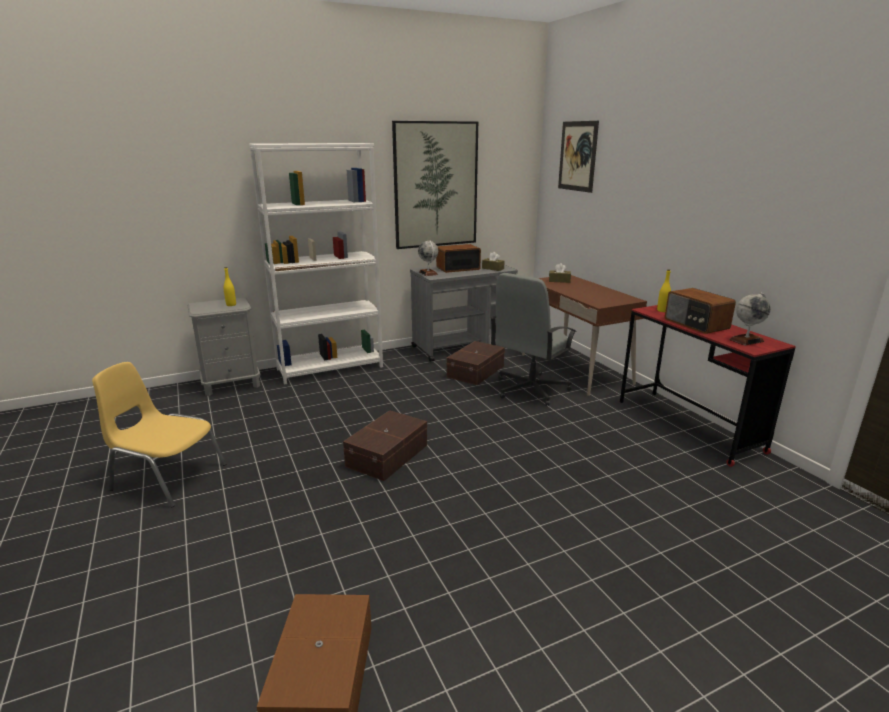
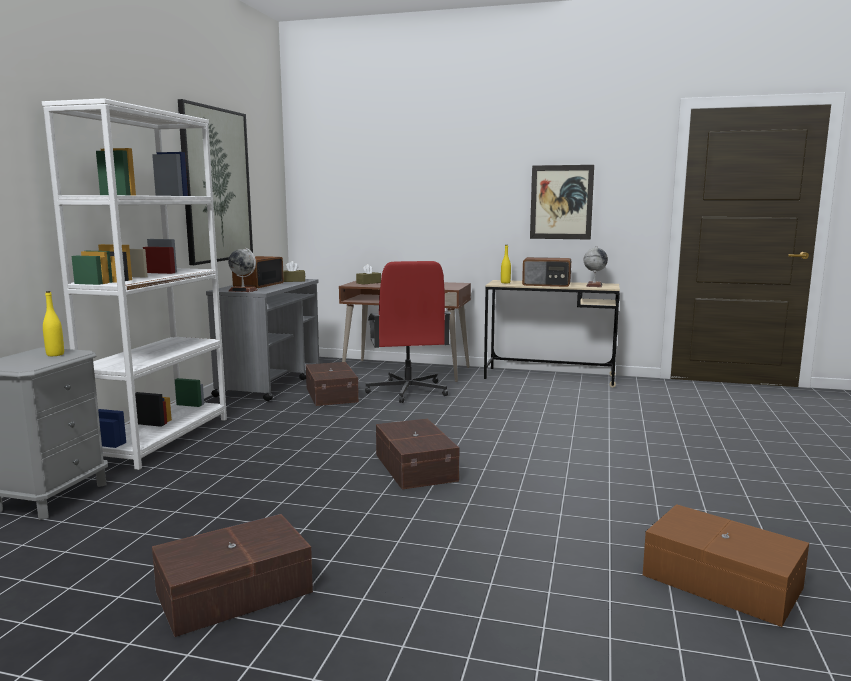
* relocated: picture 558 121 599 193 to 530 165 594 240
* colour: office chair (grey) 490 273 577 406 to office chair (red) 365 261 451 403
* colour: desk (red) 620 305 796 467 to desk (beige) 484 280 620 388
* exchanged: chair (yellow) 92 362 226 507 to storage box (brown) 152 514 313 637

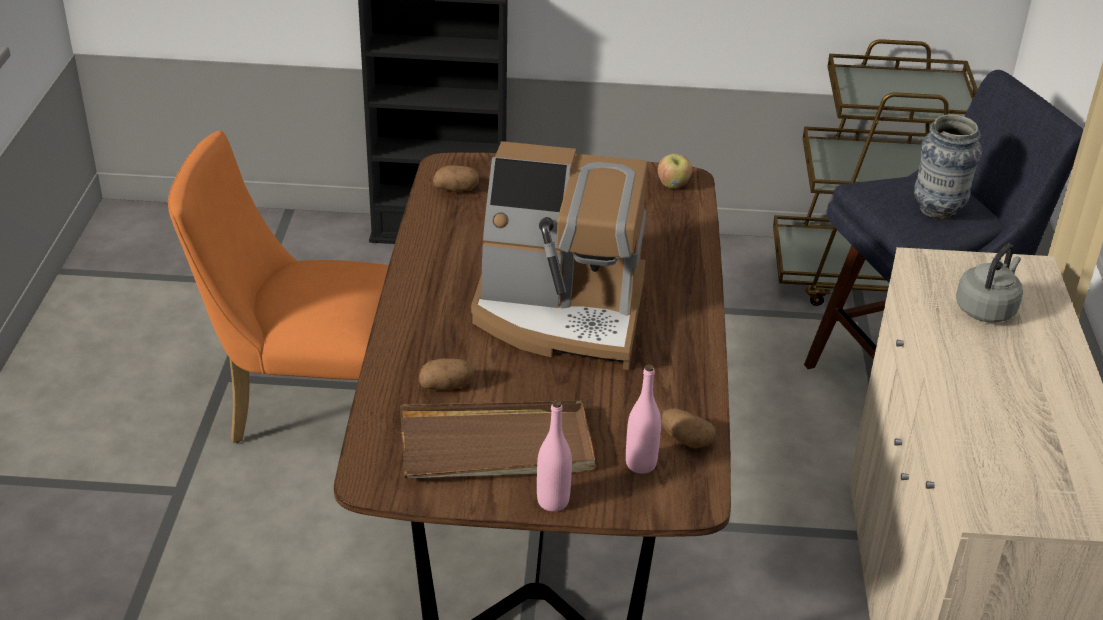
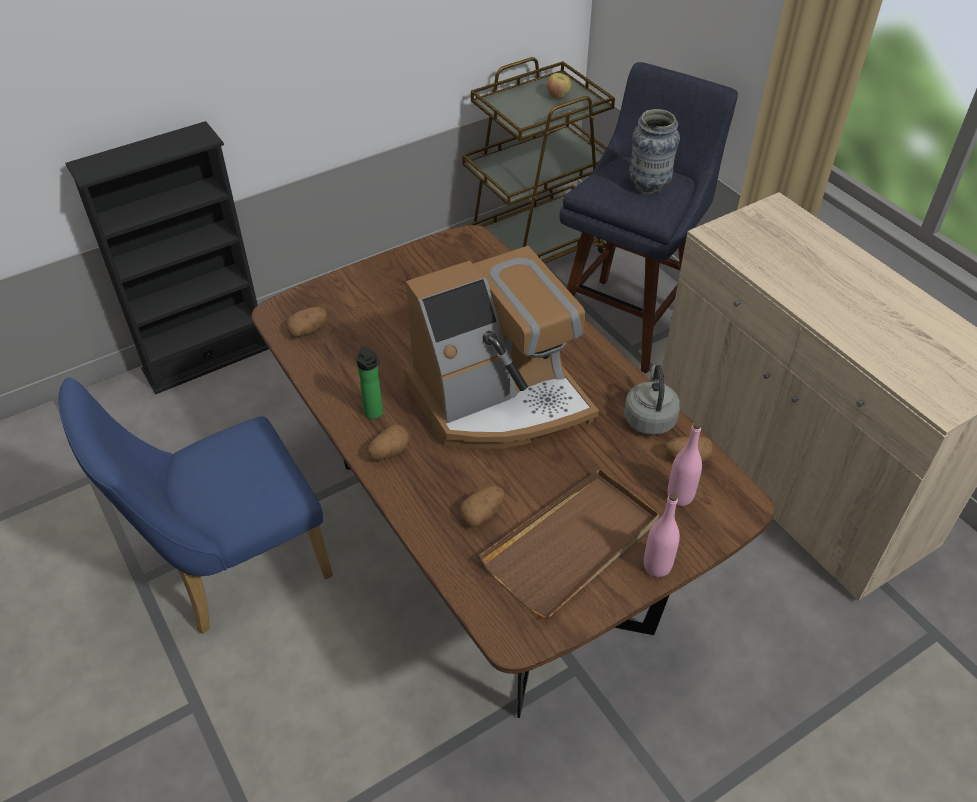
* colour: chair (orange) 168 130 389 443 to chair (blue) 58 378 333 634
* relocated: apple 658 154 692 189 to 547 73 572 99
* relocated: kettle (grey) 956 244 1023 322 to 624 365 680 435
* appeared: bottle 356 346 383 419
* appeared: potato 368 424 409 460

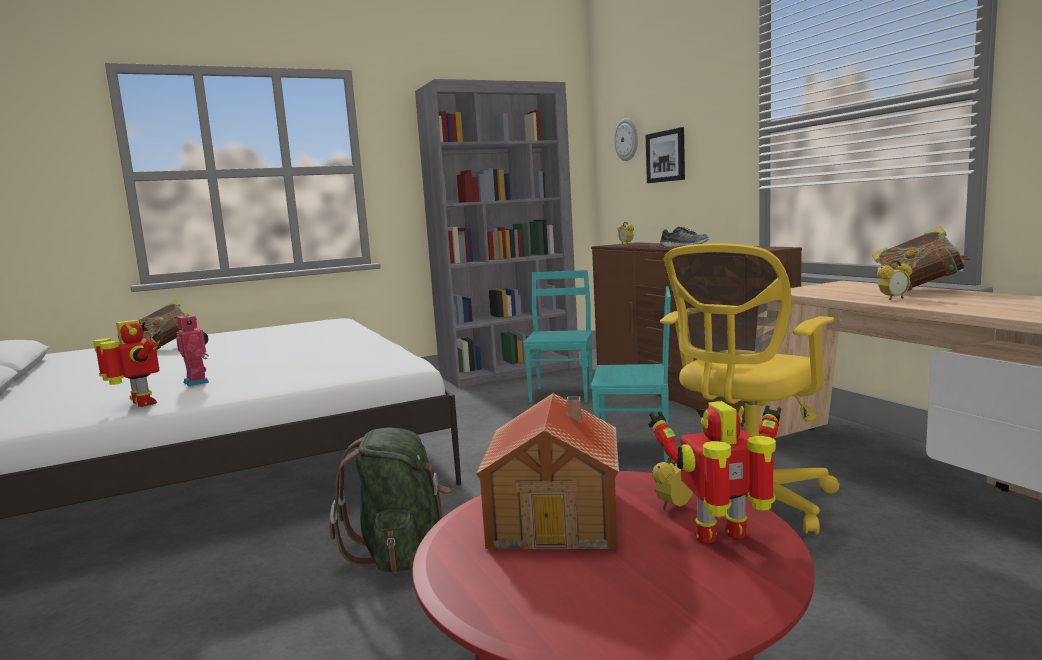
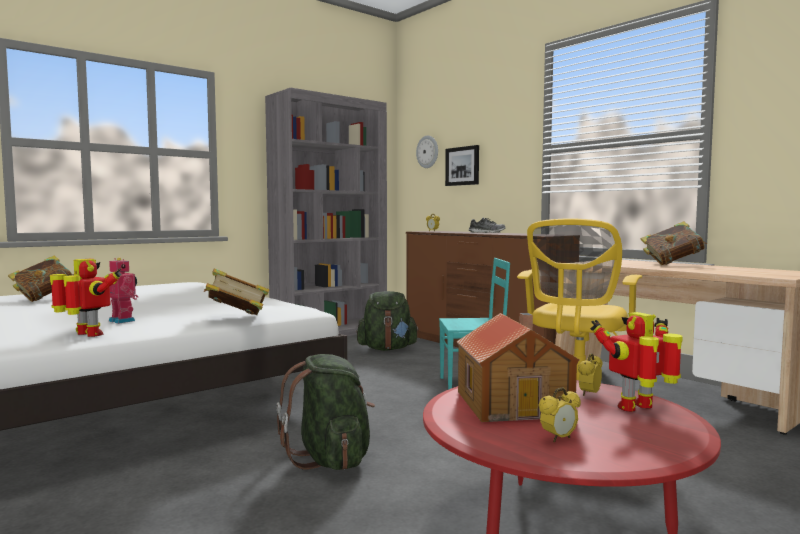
* relocated: alarm clock 877 260 913 300 to 539 387 581 442
* exchanged: chair (turquoise) 523 270 593 402 to backpack (green) 356 291 419 351
* appeared: book 204 268 270 315

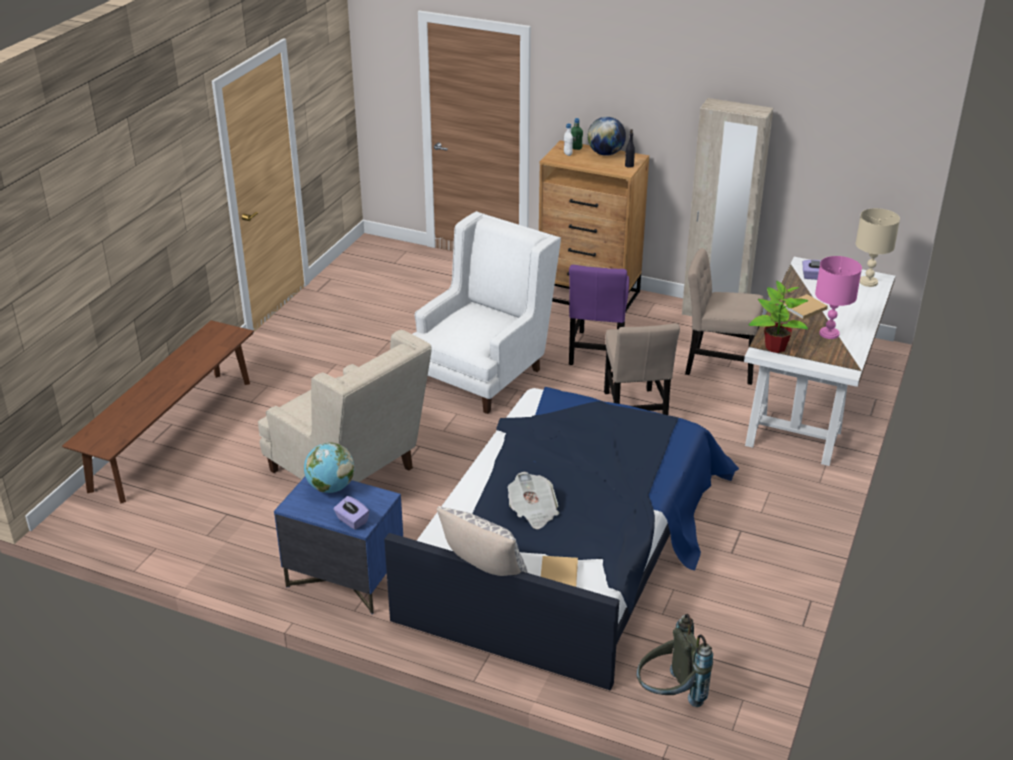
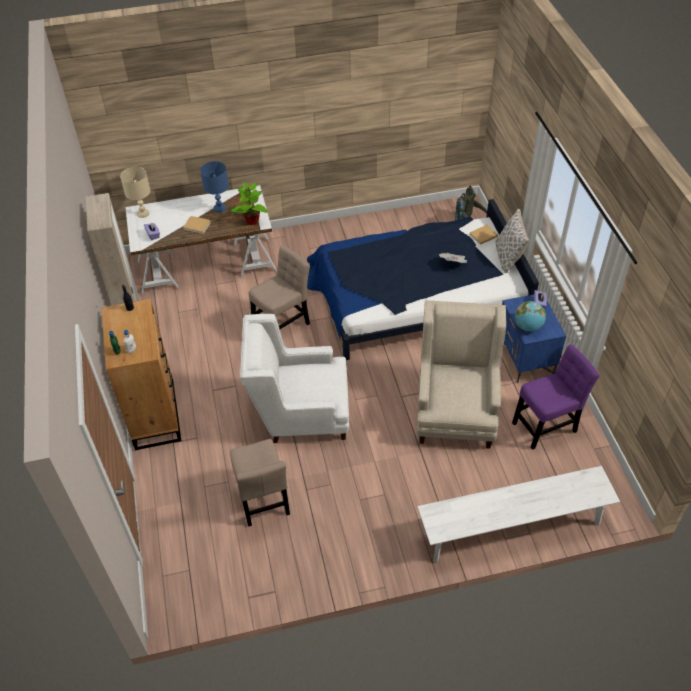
* missing: globe 587 117 626 156
* relocated: chair (beige) 685 248 764 385 to 230 439 290 526
* colour: table lamp (pink) 815 256 862 339 to table lamp (blue) 200 161 229 212
* relocated: chair (purple) 569 265 629 365 to 512 344 600 450
* colour: bench (brown) 62 320 254 503 to bench (white) 417 466 620 563

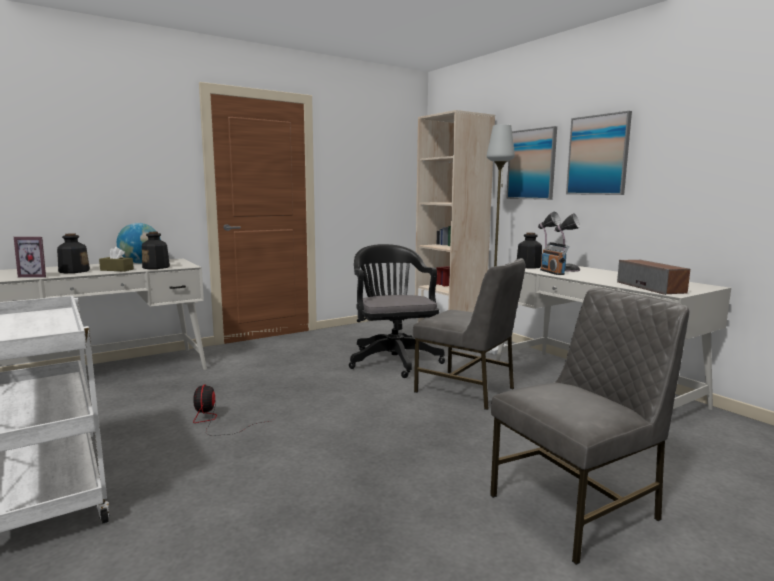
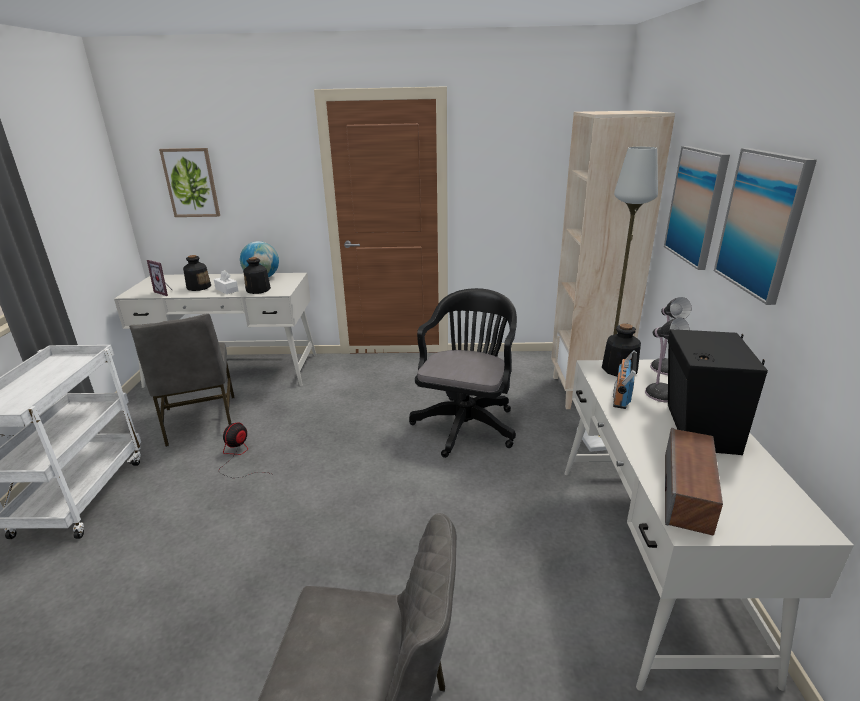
* colour: tissue box (brown) 99 247 134 272 to tissue box (white) 214 270 238 294
* relocated: chair (grey) 413 258 525 410 to 129 314 235 447
* appeared: picture 159 148 220 217
* appeared: speaker (black) 668 329 768 455

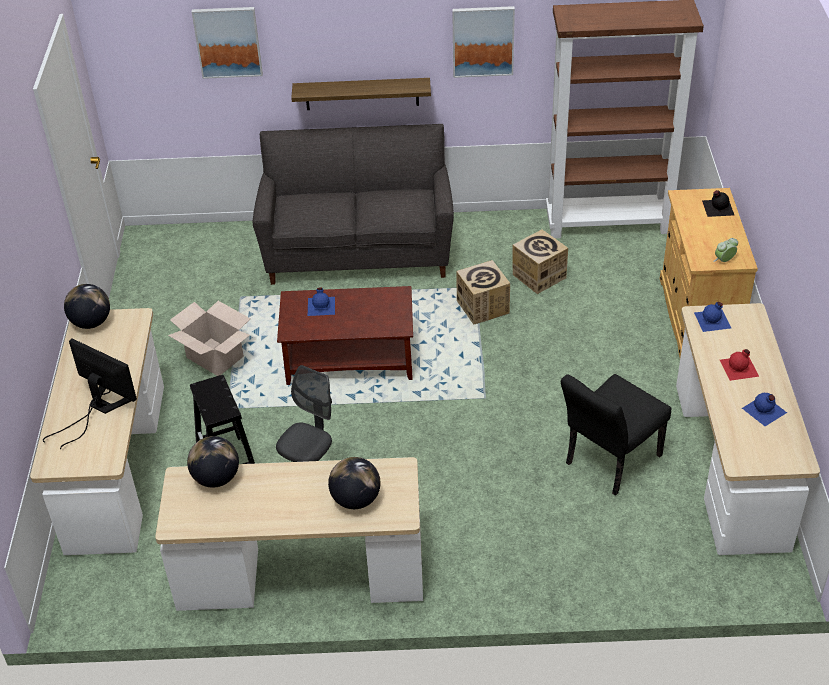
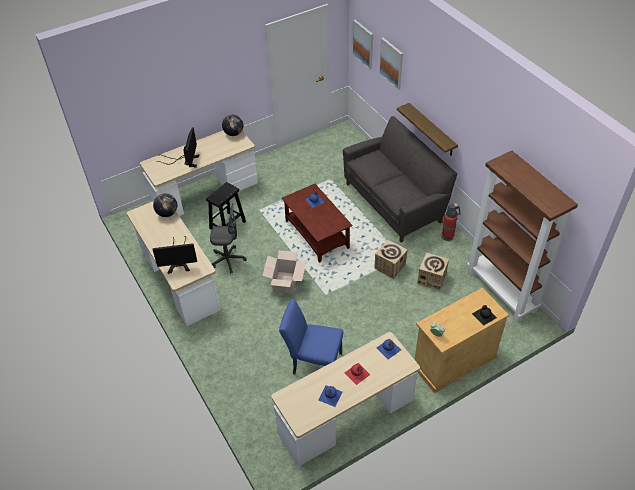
* relocated: picture 452 6 515 78 to 352 20 373 69
* relocated: cardboard box 168 301 251 376 to 262 250 306 294
* colour: chair (black) 561 374 671 496 to chair (blue) 279 299 343 374
* exchanged: globe 328 457 381 509 to monitor 153 236 197 274
* appeared: fire extinguisher 441 203 461 241

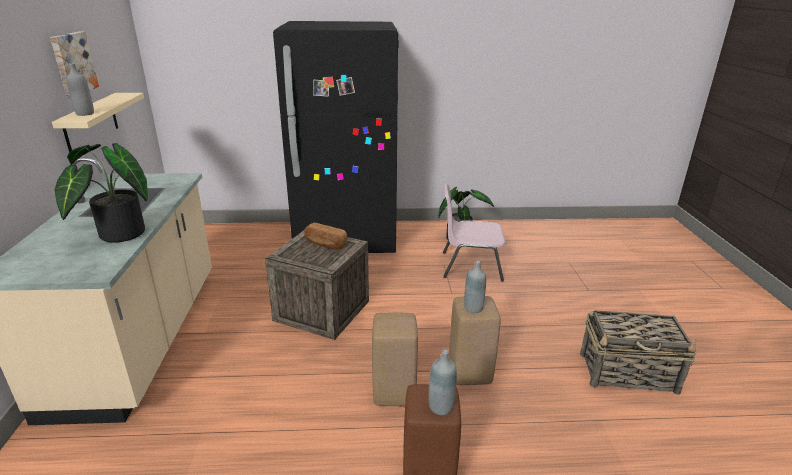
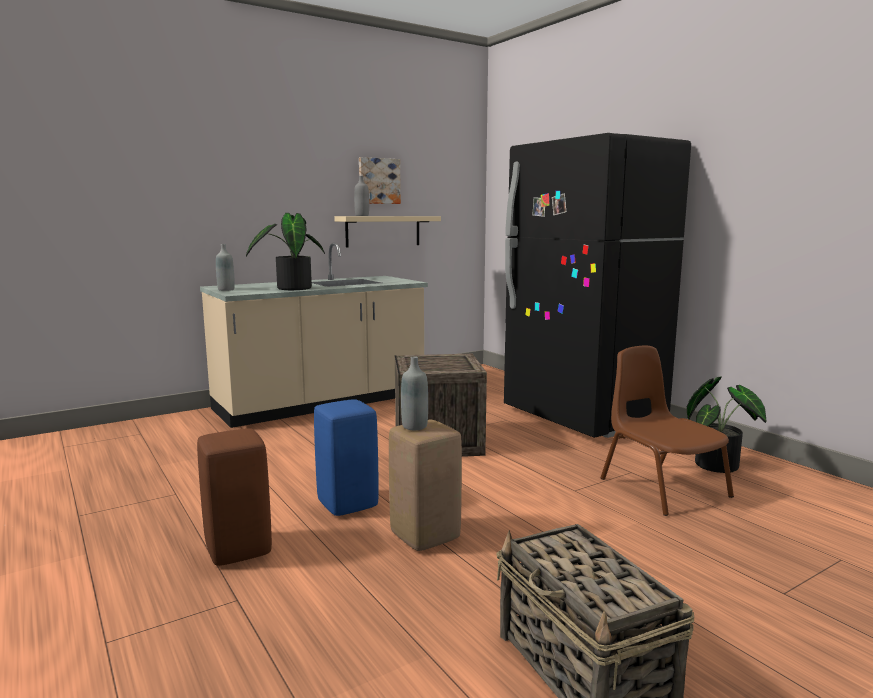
* colour: chair (pink) 443 184 506 282 to chair (brown) 601 346 734 516
* missing: bread 305 223 347 250
* colour: stool (beige) 372 313 418 406 to stool (blue) 314 399 379 516
* relocated: bottle (grey) 429 350 457 415 to 216 244 235 291

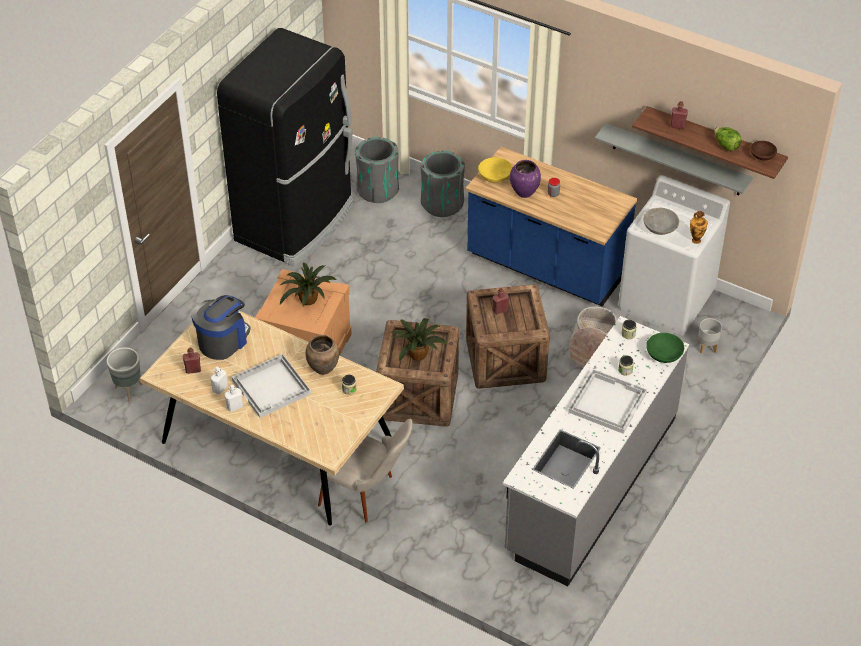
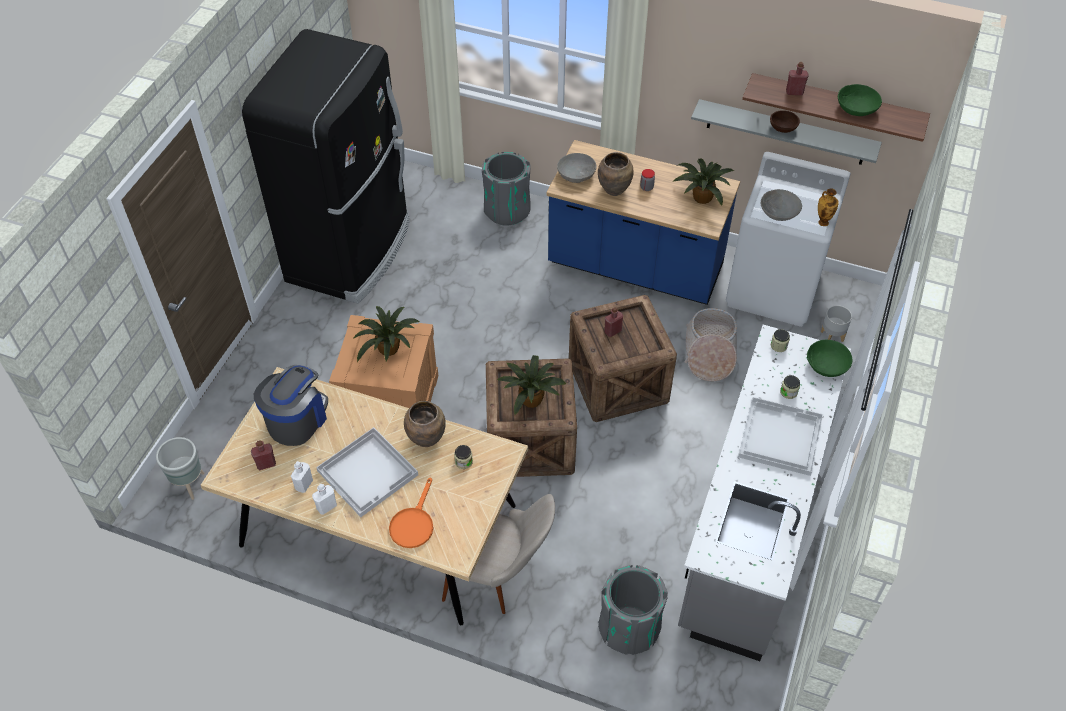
* exchanged: lettuce 714 127 741 151 to bowl (green) 838 84 882 116
* relocated: trash can (grey) 355 137 399 203 to 598 565 668 655
* relocated: bowl (brown) 750 141 777 160 to 770 110 800 133
* colour: bowl (yellow) 478 157 513 183 to bowl (grey) 557 153 596 183
* colour: vase (purple) 510 160 541 198 to vase (brown) 598 152 634 196
* appeared: potted plant 673 159 735 206
* appeared: frying pan (orange) 389 477 434 548

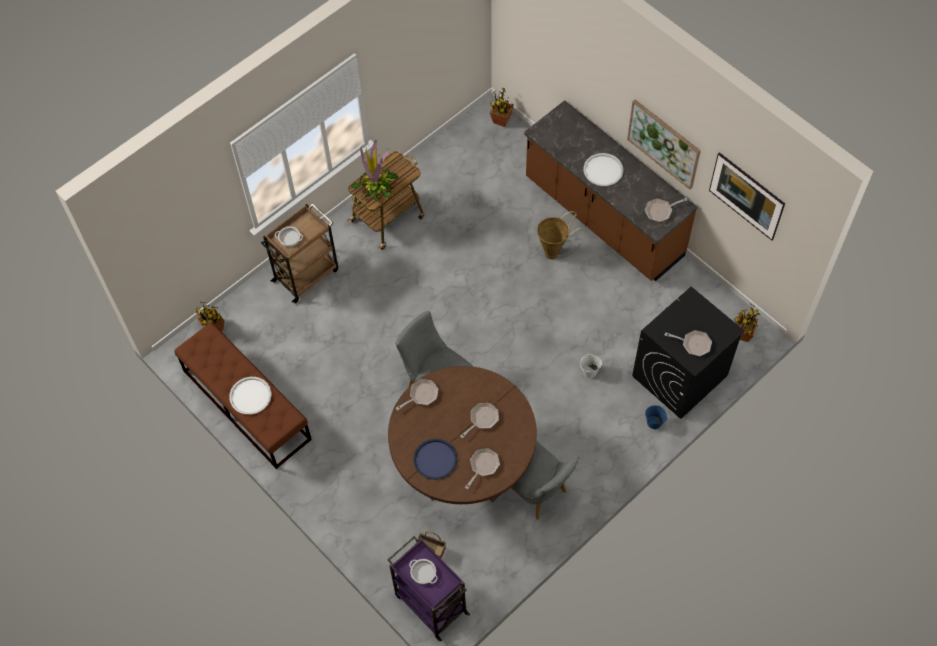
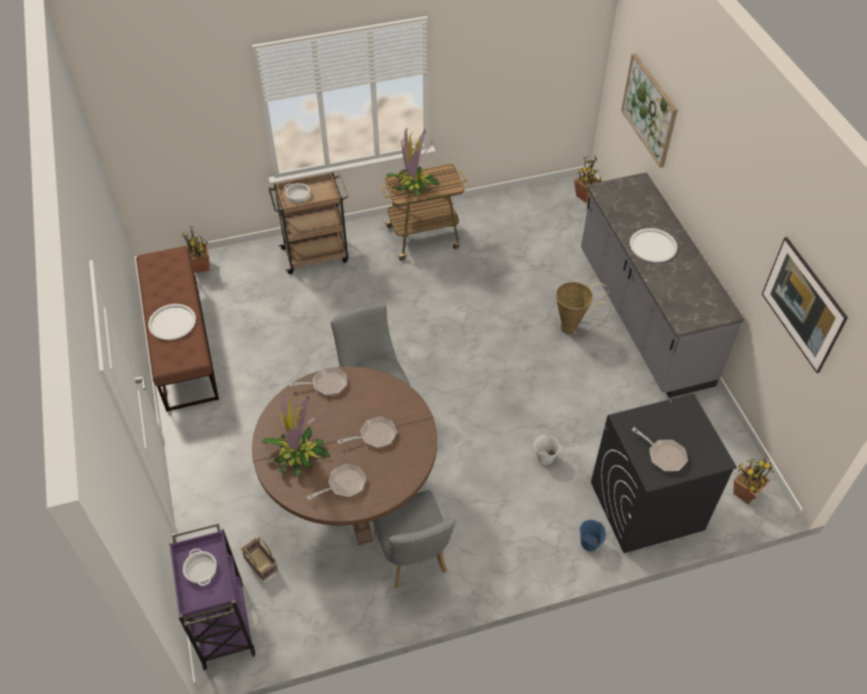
* relocated: picture 627 99 701 190 to 621 53 678 168
* colour: counter (brown) 524 100 697 281 to counter (grey) 581 172 744 398
* missing: frying pan 645 198 687 222
* exchanged: tray (blue) 413 439 458 480 to potted plant 261 393 330 476

